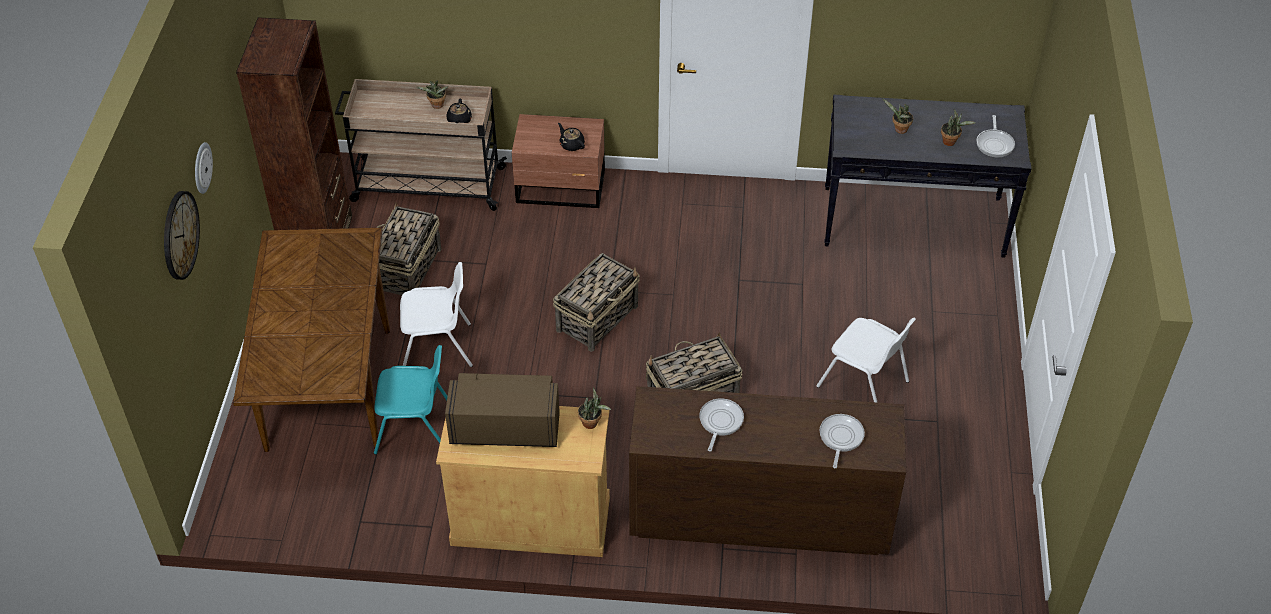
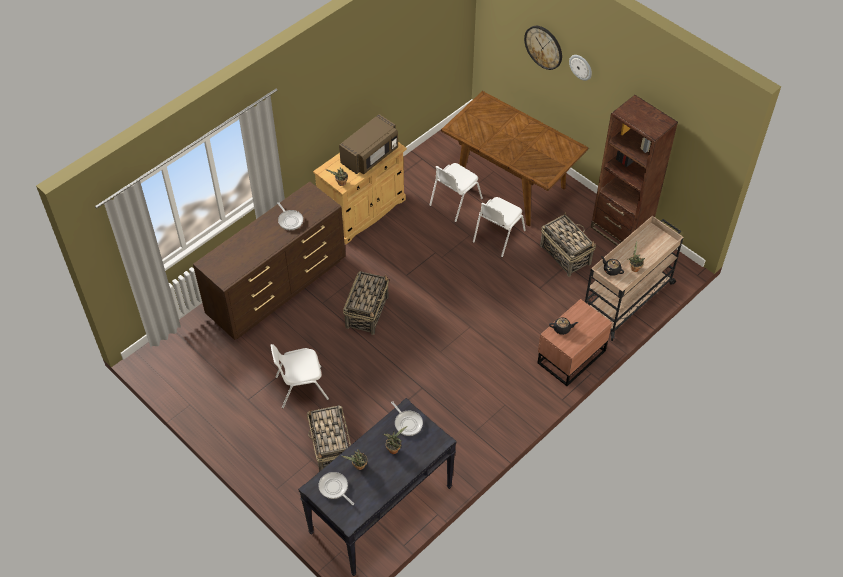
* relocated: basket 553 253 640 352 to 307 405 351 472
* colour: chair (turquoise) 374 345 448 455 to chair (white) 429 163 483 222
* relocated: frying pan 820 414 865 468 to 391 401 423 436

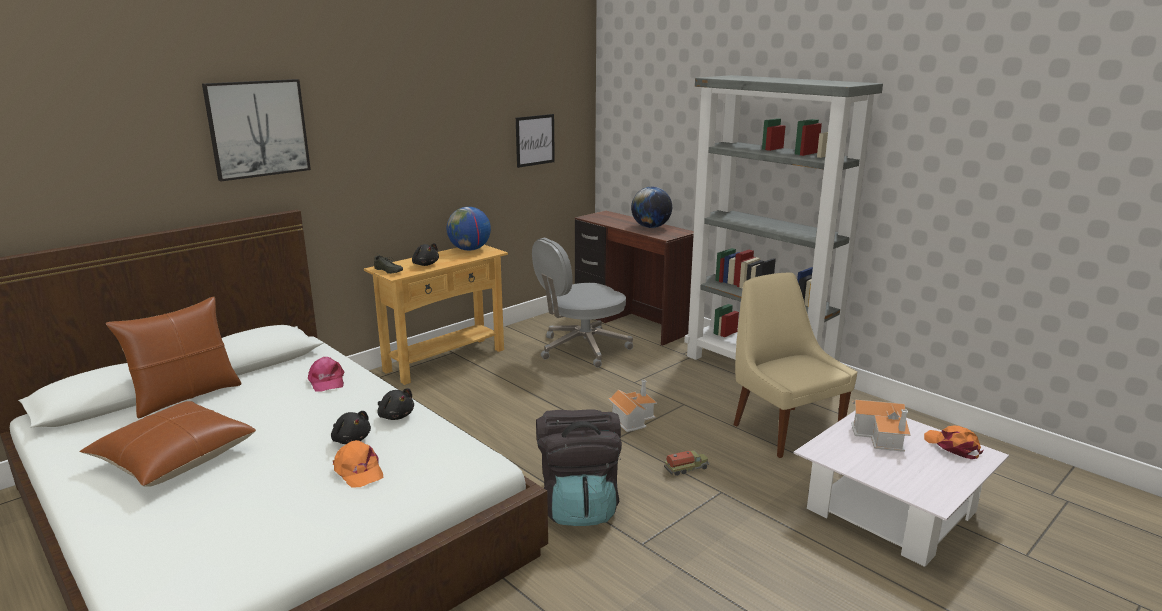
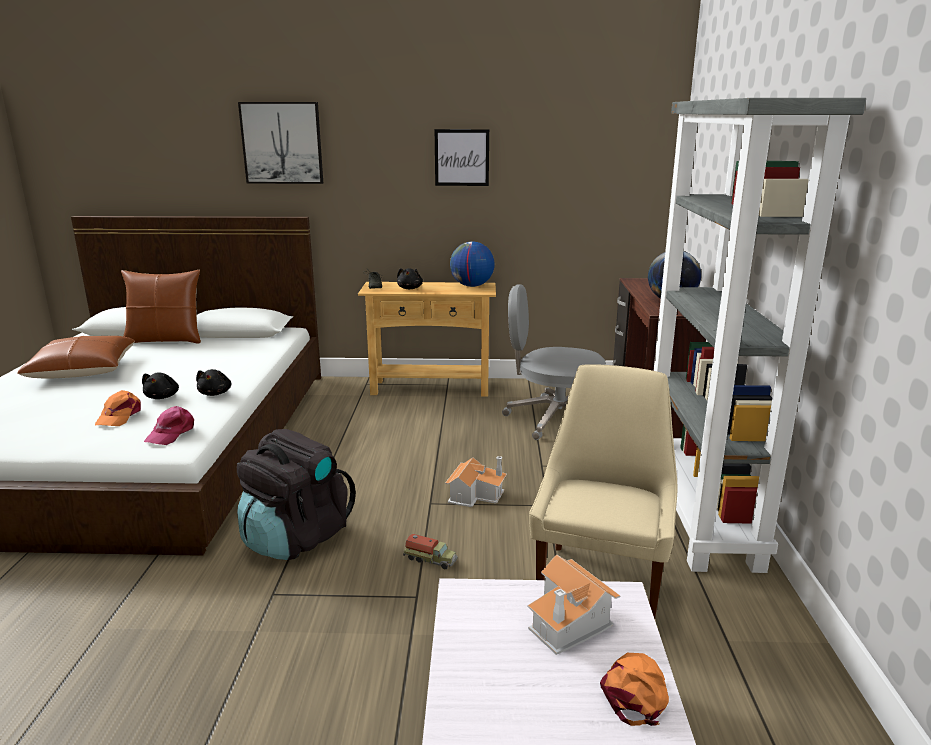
* relocated: picture 516 114 555 168 to 435 129 489 186
* relocated: cap (pink) 308 357 344 392 to 144 406 194 445

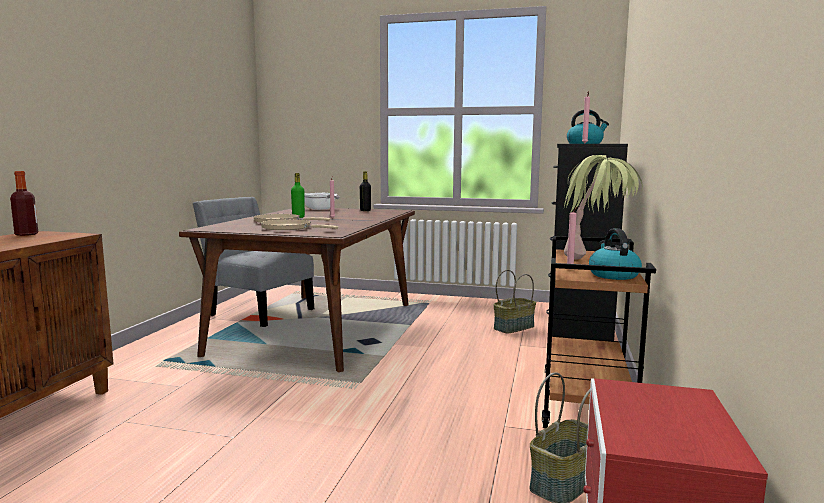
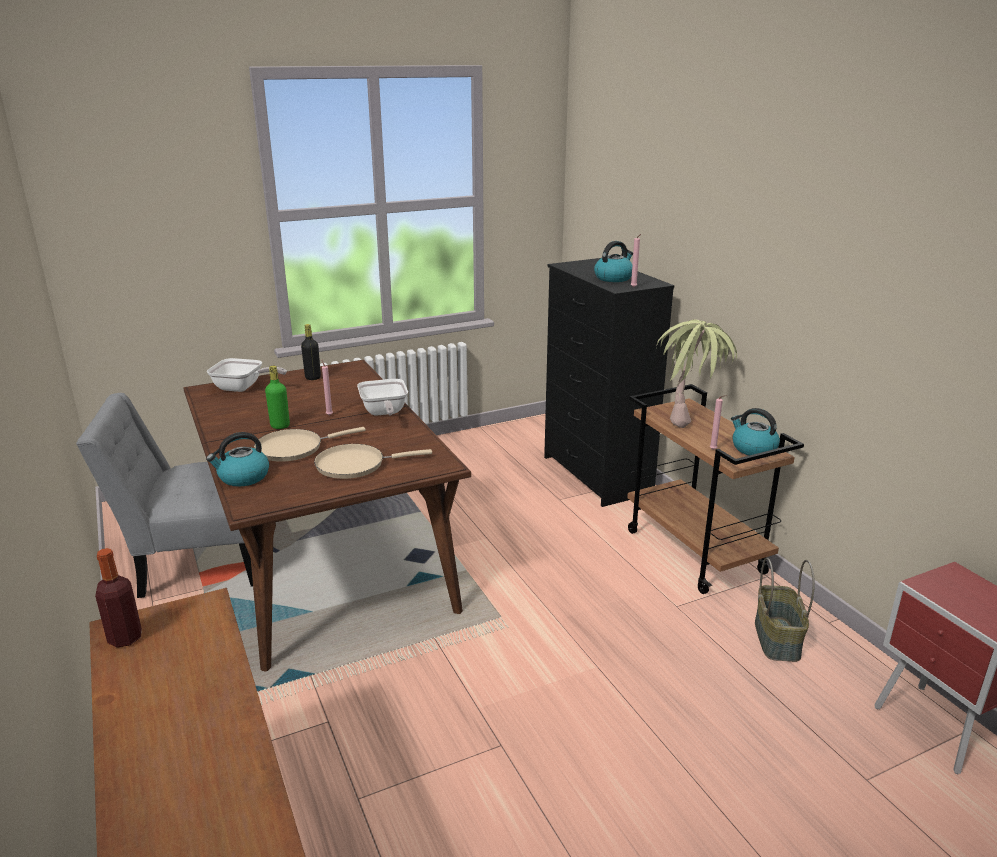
* missing: basket 493 270 536 333
* appeared: frying pan 357 379 408 416
* appeared: kettle 206 432 269 487

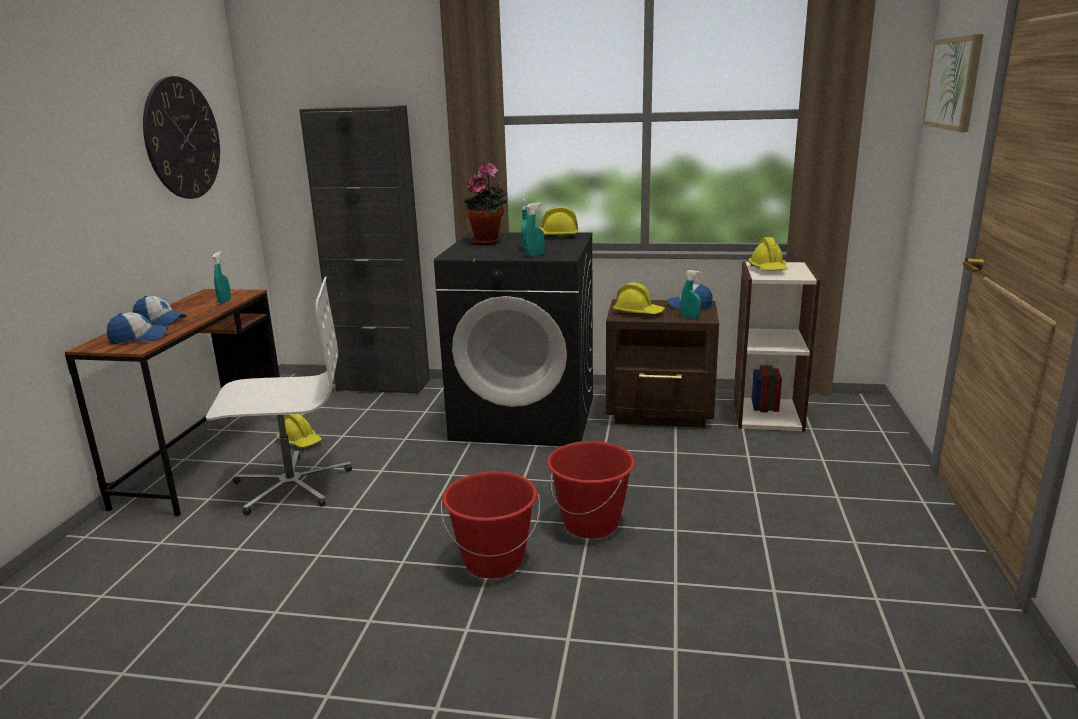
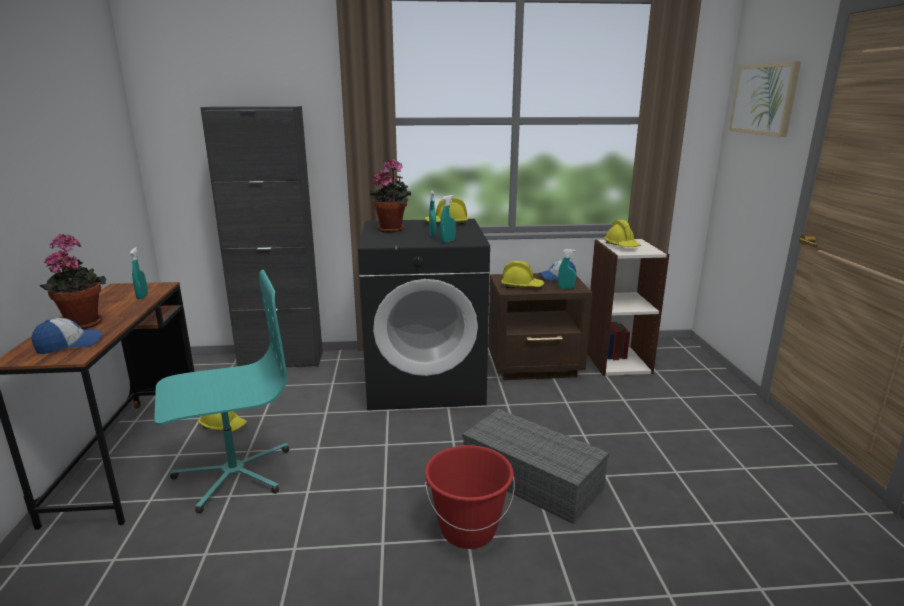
* missing: wall clock 143 76 220 199
* colour: office chair (white) 206 277 352 515 to office chair (turquoise) 154 270 289 514
* exchanged: cap 133 296 187 326 to potted plant 39 234 106 329
* exchanged: bucket (red) 547 441 635 538 to storage box (grey) 462 409 609 524

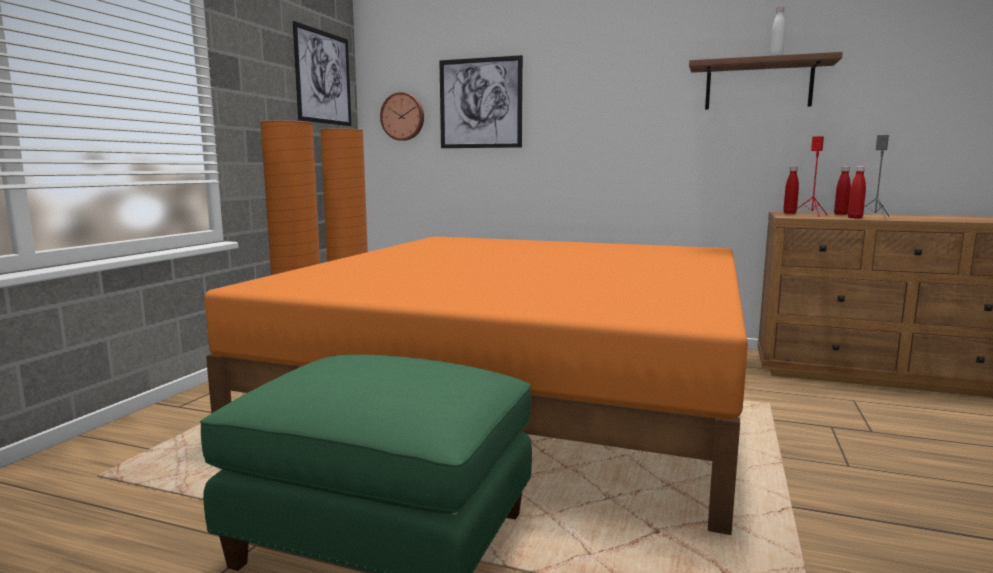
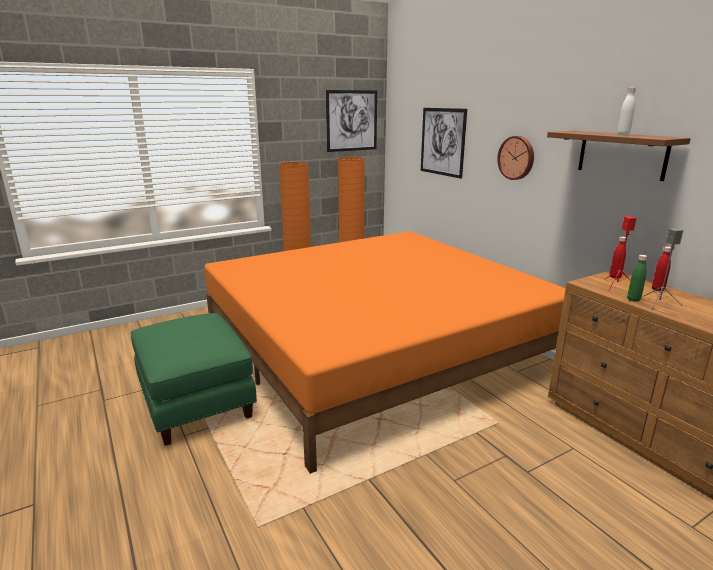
* relocated: wall clock 380 92 424 141 to 497 136 534 180
* colour: bottle (red) 848 166 866 219 to bottle (green) 627 255 647 302

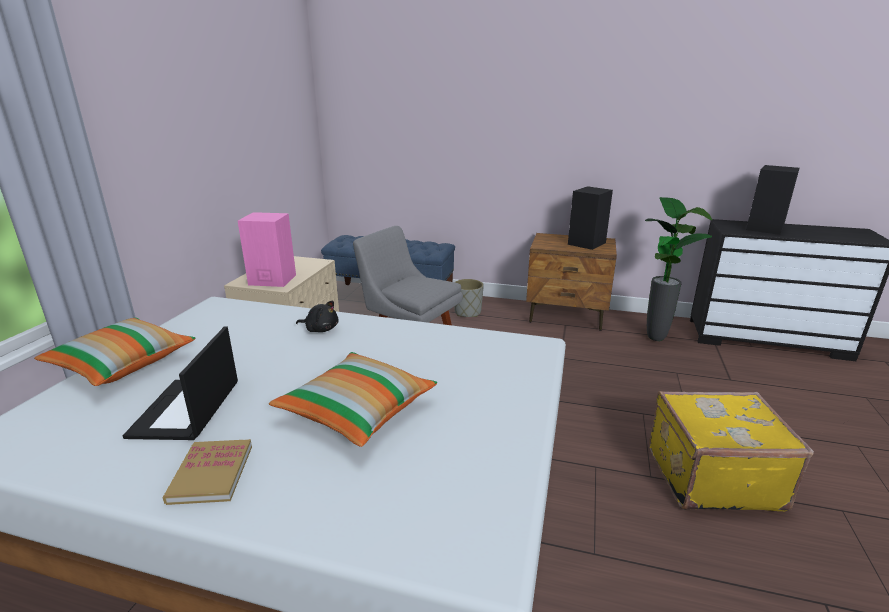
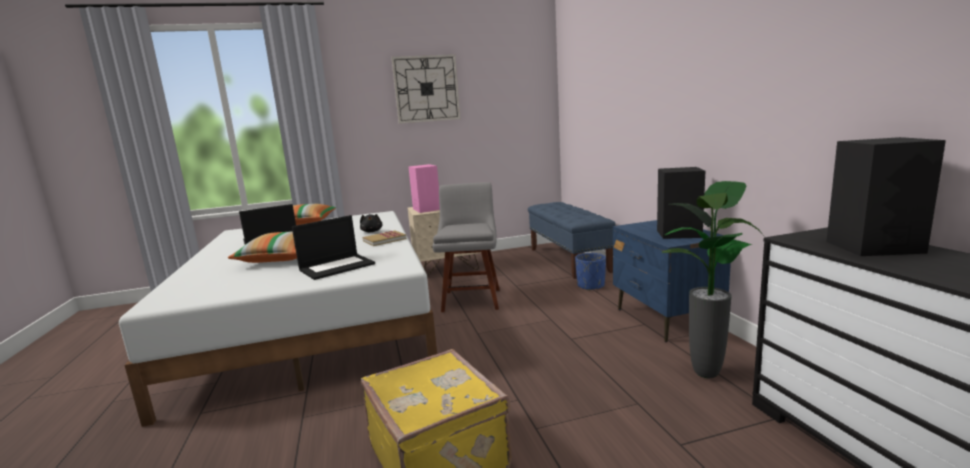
* colour: nightstand (brown) 526 233 617 331 to nightstand (blue) 613 220 731 342
* colour: planter (grey) 454 279 484 317 to planter (blue) 575 253 606 291
* relocated: book 163 439 252 505 to 363 230 407 246
* appeared: wall clock 391 54 460 124
* appeared: laptop 292 215 375 280

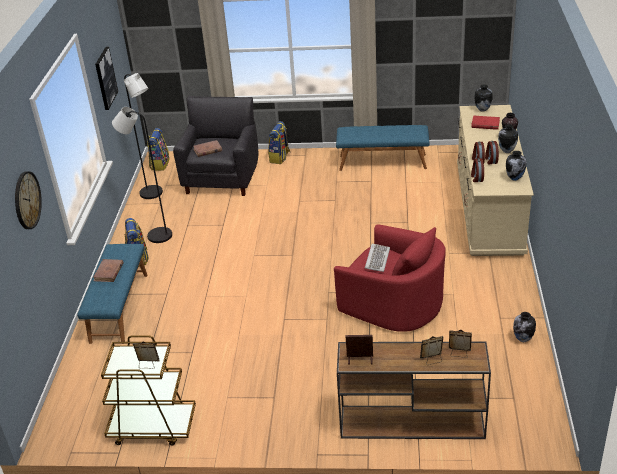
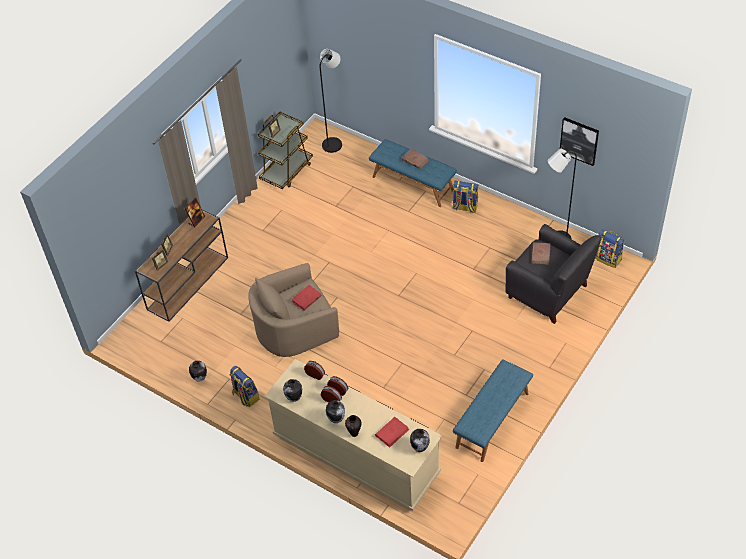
* relocated: floor lamp (black) 112 107 172 243 to 320 49 342 153
* relocated: backpack 268 121 290 164 to 229 366 259 407
* missing: wall clock 15 171 42 229
* colour: armchair (red) 334 224 446 332 to armchair (beige) 248 263 339 357
* exchanged: keyboard 365 244 390 272 to book (red) 292 285 322 310

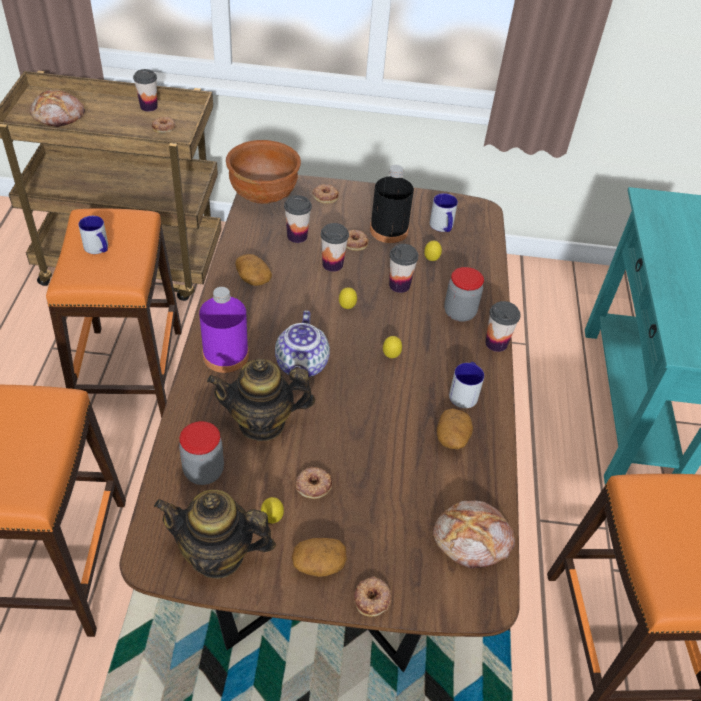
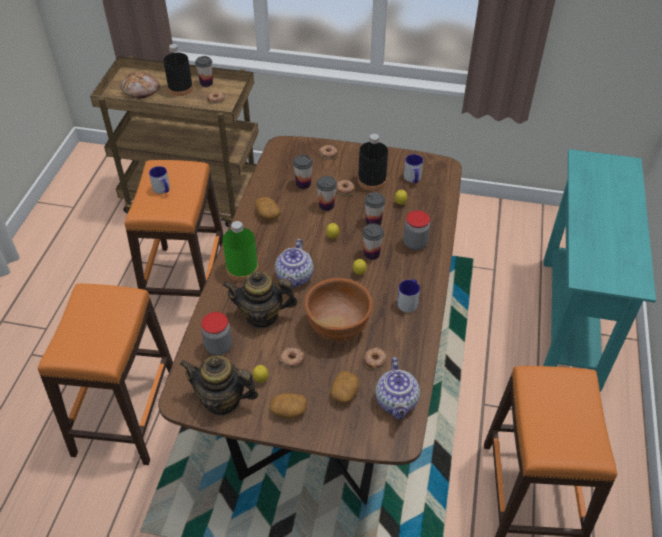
* relocated: bowl (brown) 226 140 301 204 to 304 278 373 341
* colour: bottle (purple) 199 287 249 373 to bottle (green) 222 221 259 281
* relocated: cup 485 301 521 352 to 362 223 384 260
* relocated: potato 437 409 473 449 to 331 371 359 403
* exchanged: bread 433 501 515 569 to teapot 375 357 420 420
* relocated: donut 354 576 392 617 to 364 348 387 370
* appeared: bottle (black) 163 44 193 96

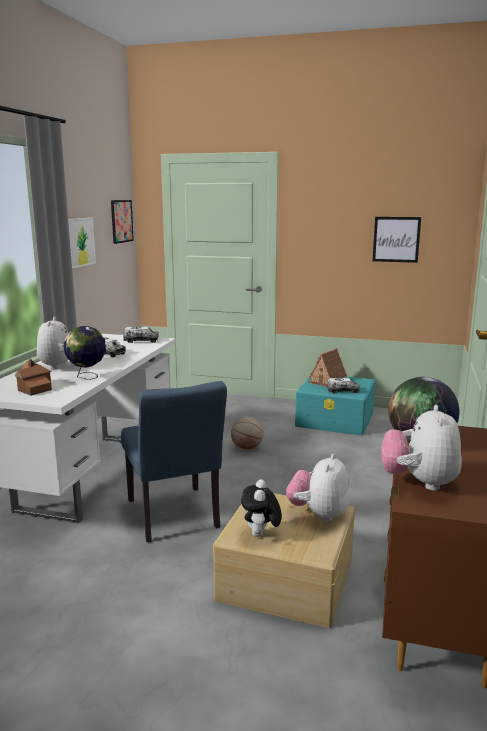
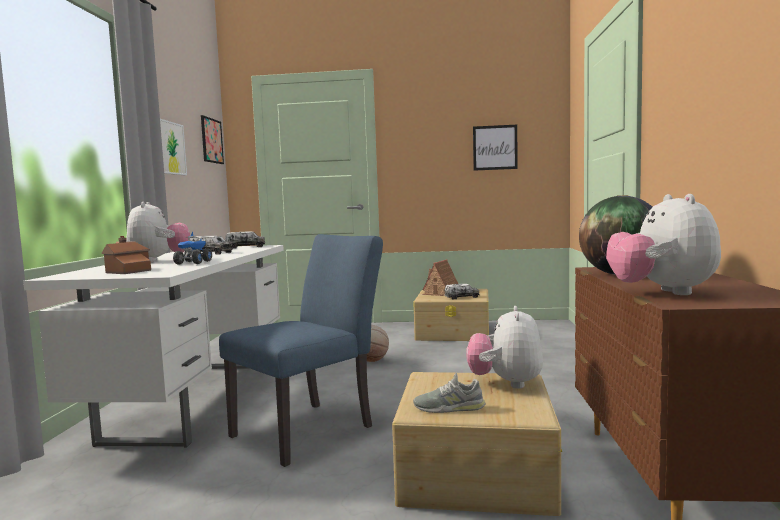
* exchanged: globe 64 326 106 380 to toy truck 173 232 212 265
* colour: storage box (turquoise) 295 377 375 436 to storage box (beige) 413 289 489 341
* spun: chair (blue) 121 381 227 542 = 219 234 383 467 105 degrees counterclockwise
* exchanged: plush toy 241 479 282 537 to shoe (grey) 413 373 486 413

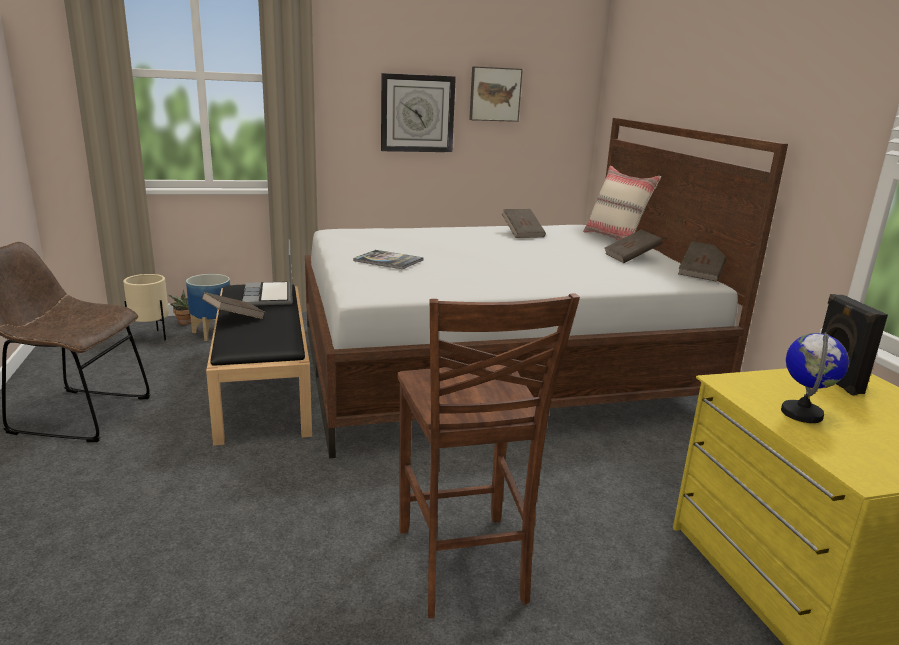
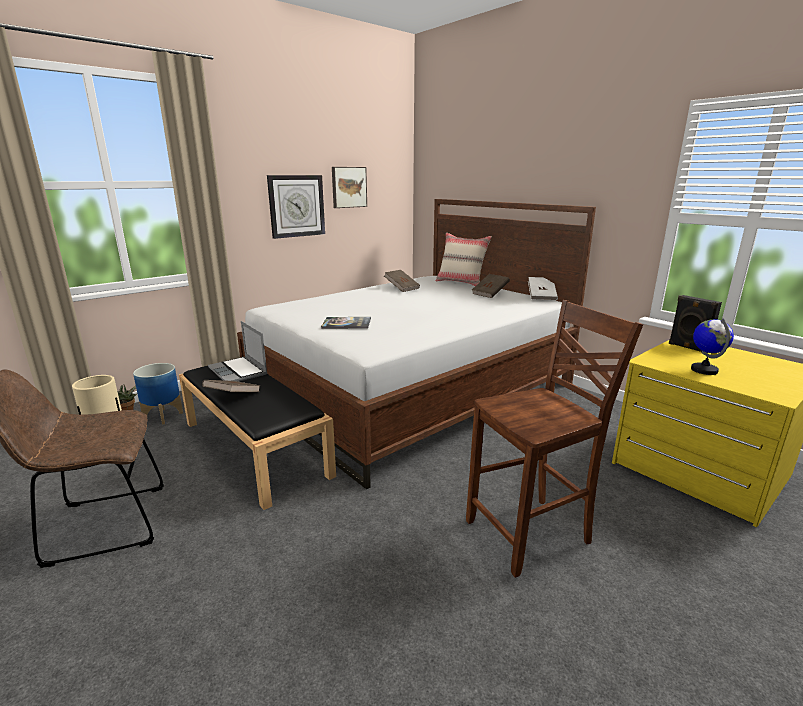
* colour: book (brown) 678 241 726 282 to book (white) 528 277 558 301
* spun: chair (brown) 397 294 580 619 = 466 300 643 578 75 degrees counterclockwise

